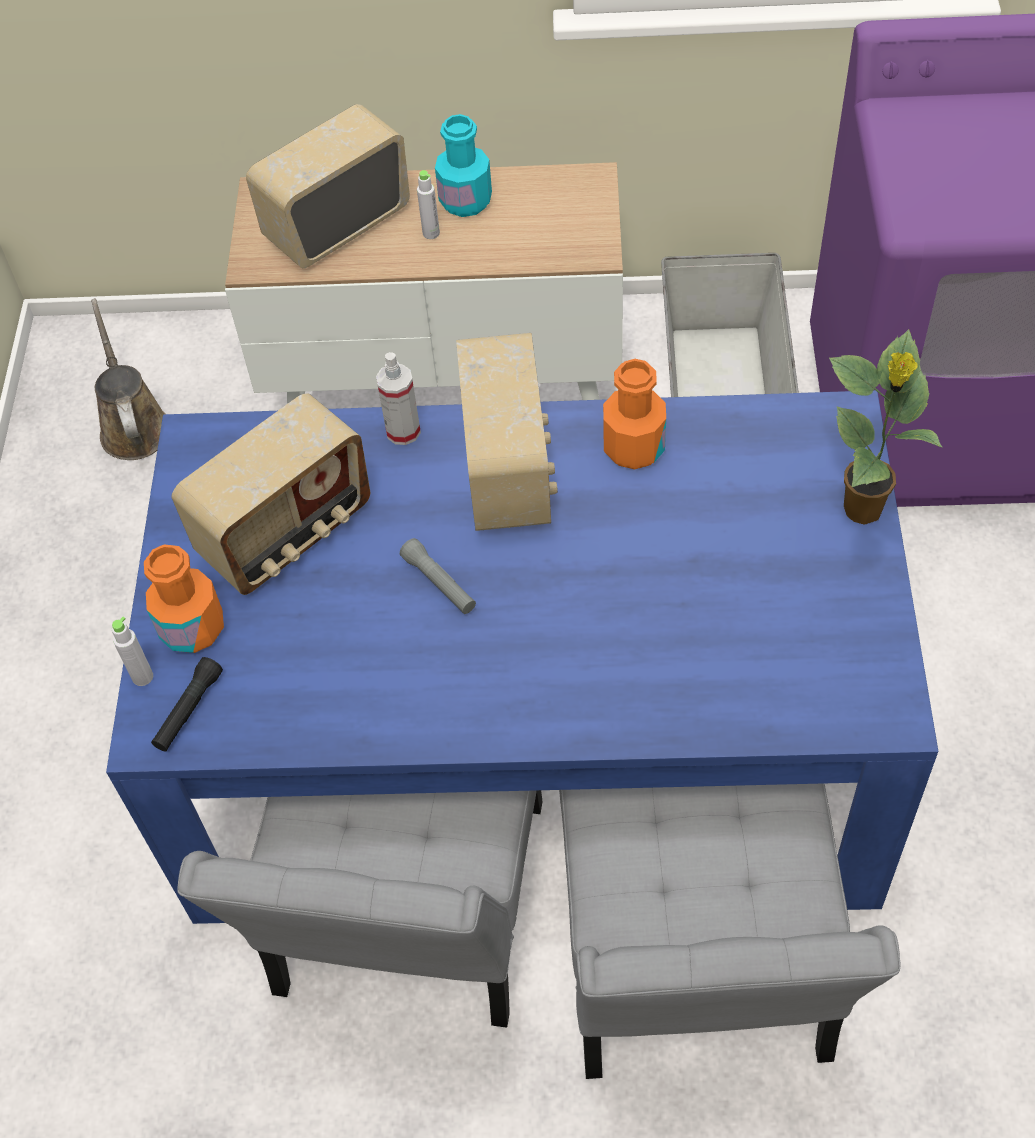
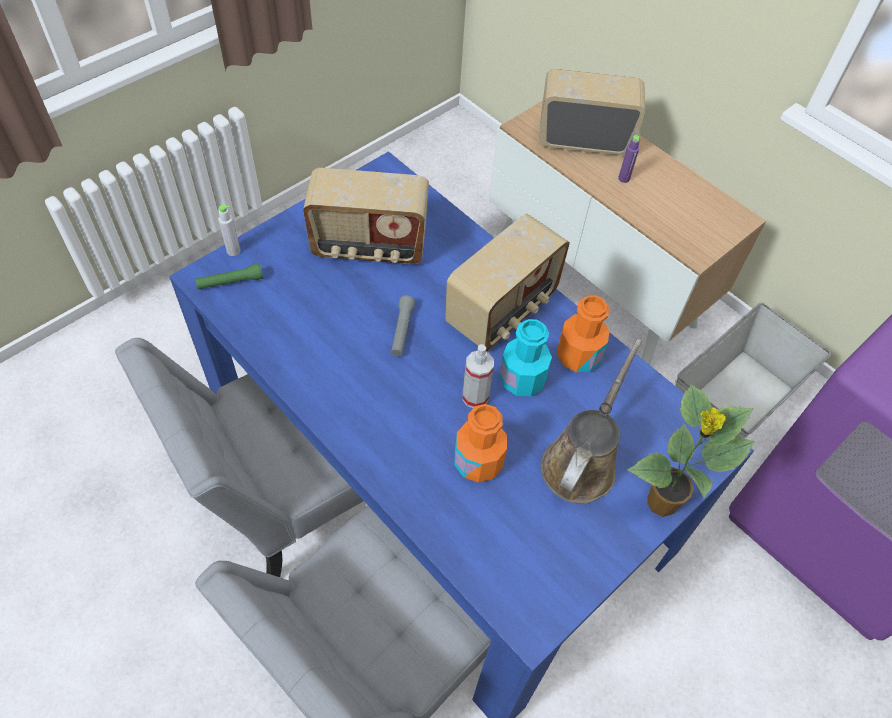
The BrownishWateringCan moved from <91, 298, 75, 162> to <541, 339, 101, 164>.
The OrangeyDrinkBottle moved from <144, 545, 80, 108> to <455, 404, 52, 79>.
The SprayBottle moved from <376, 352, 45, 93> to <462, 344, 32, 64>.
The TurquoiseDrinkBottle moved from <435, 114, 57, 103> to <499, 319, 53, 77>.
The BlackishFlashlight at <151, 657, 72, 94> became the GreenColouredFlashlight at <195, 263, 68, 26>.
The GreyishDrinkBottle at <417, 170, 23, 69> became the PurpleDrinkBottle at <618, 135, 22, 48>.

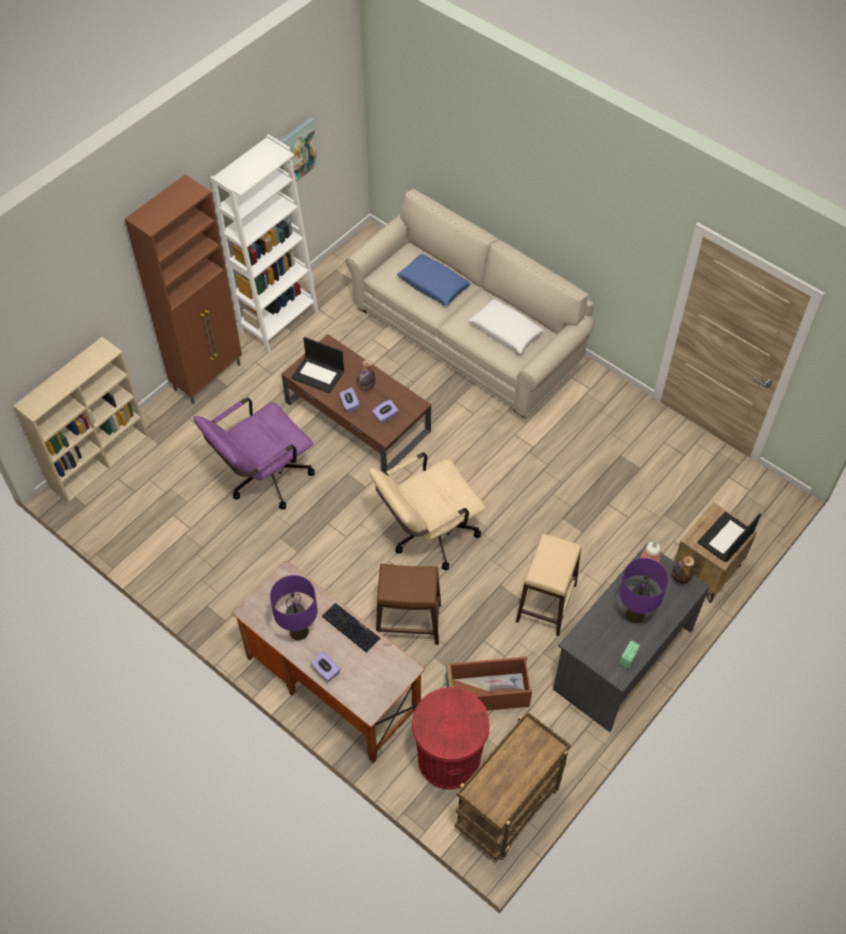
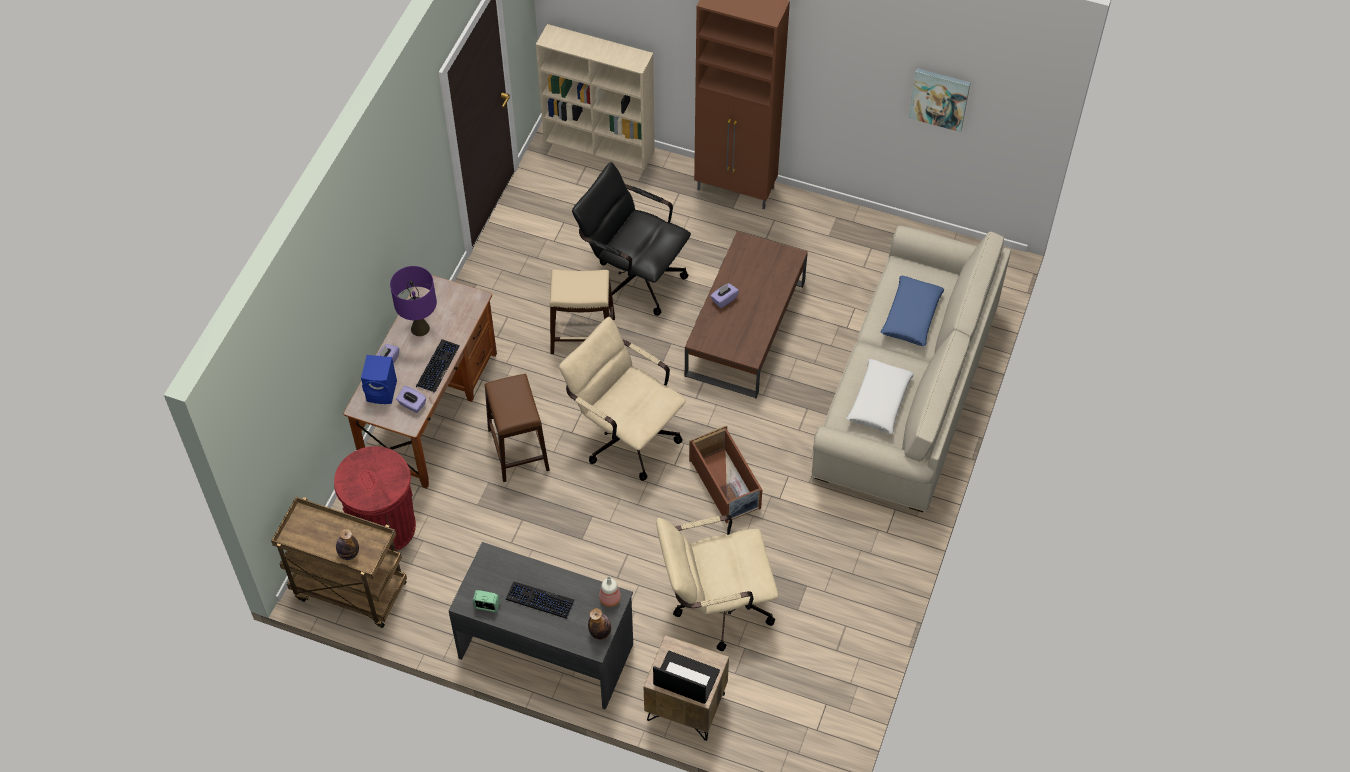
The WhitishBookcase at <210, 134, 109, 219> disappeared.
The Laptop at <291, 337, 53, 56> disappeared.
The BluishAudioSpeaker at <361, 355, 36, 49> appeared.
The BeigeDeskChair at <656, 515, 122, 136> appeared.
The DrinkBottle moved from <357, 360, 18, 31> to <336, 529, 23, 31>.
The PurpleTissueBox moved from <372, 400, 26, 24> to <396, 386, 30, 27>.
The BrownishStorageBin moved from <446, 657, 86, 54> to <689, 425, 73, 98>.
The BeigeSittingStool moved from <516, 534, 66, 102> to <550, 270, 65, 84>.
The PurpleLampForATable at <619, 558, 49, 65> was replaced by the Keyboard at <506, 582, 69, 37>.
The PurpleDeskChair at <193, 398, 122, 112> became the BlackishDeskChair at <572, 162, 119, 154>.

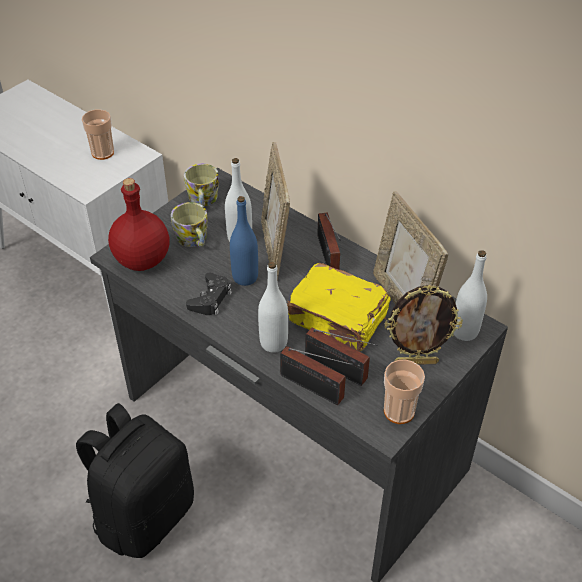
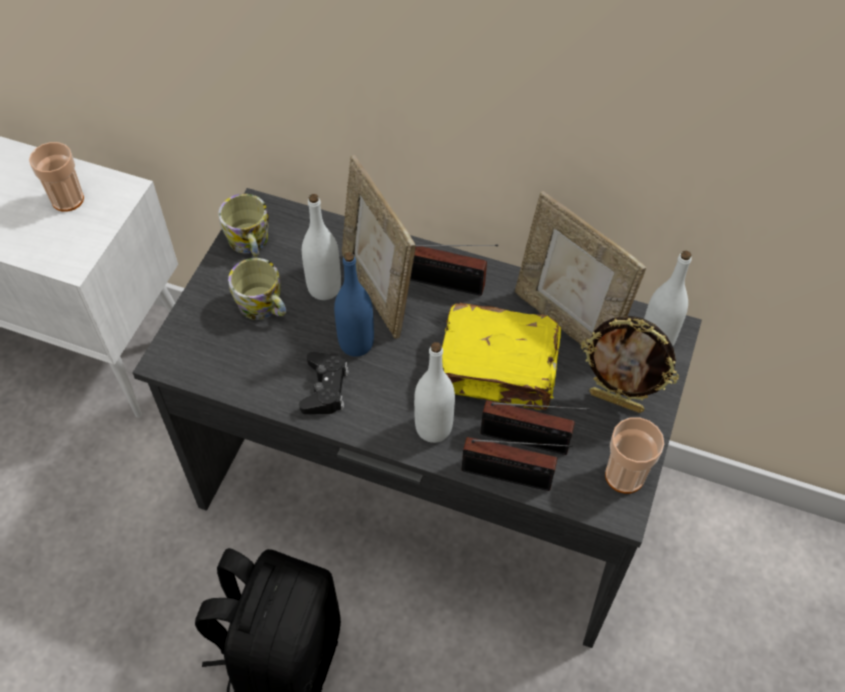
The RedColouredDrinkBottle at <108, 178, 61, 93> disappeared.
The Radio at <317, 212, 24, 57> turned 45 degrees counterclockwise.
The StandingFrame at <384, 285, 79, 80> turned 45 degrees clockwise.

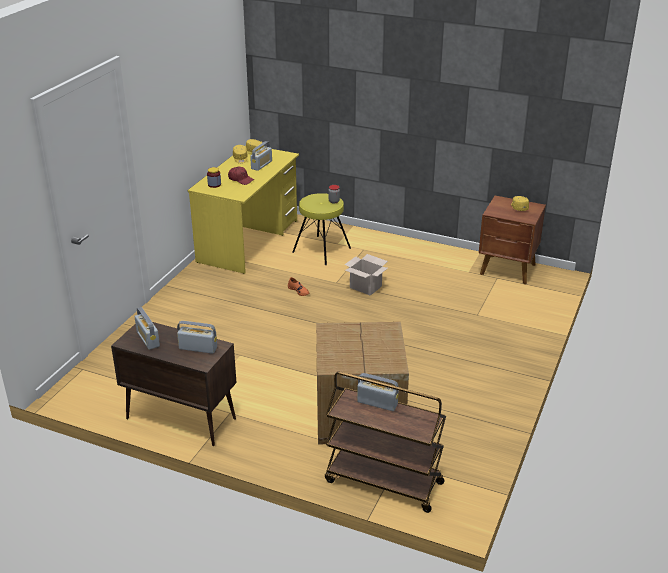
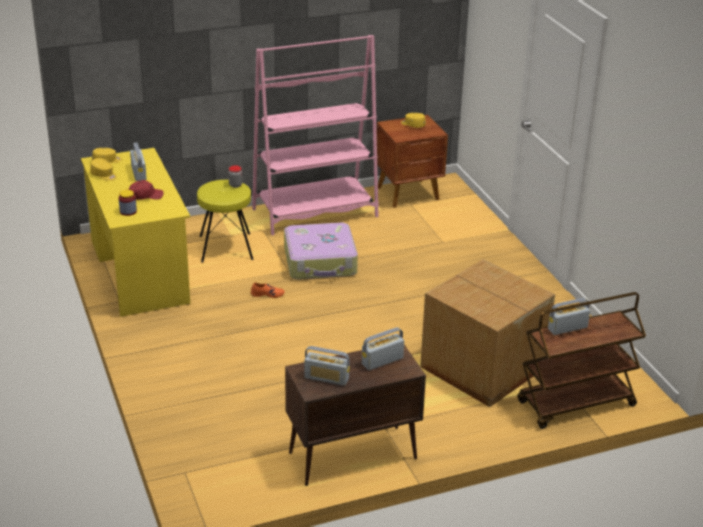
The PinkishBookcase at <252, 35, 127, 201> appeared.
The Carton at <345, 254, 43, 42> was replaced by the Suitcase at <284, 223, 74, 57>.

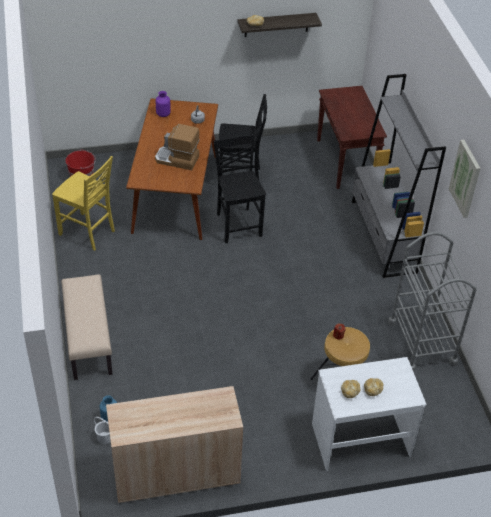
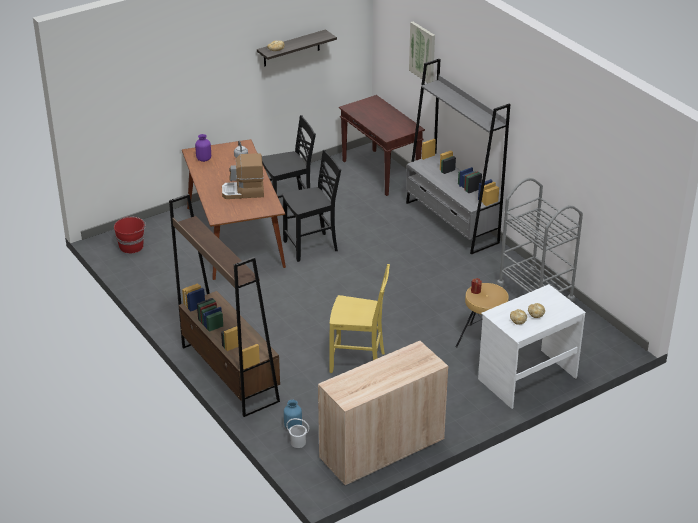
The YellowishChair moved from <52, 156, 63, 95> to <329, 264, 61, 109>.
The Picture moved from <449, 140, 31, 78> to <409, 22, 26, 61>.
The BeigeIndoorBench at <61, 274, 51, 106> was replaced by the BrownishBookcase at <169, 194, 111, 223>.
The BlackishChair at <214, 134, 52, 109> turned 105 degrees clockwise.

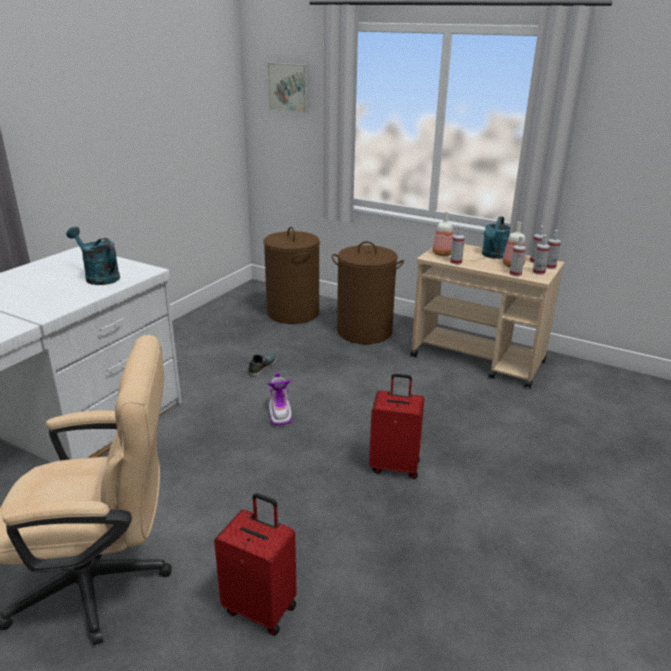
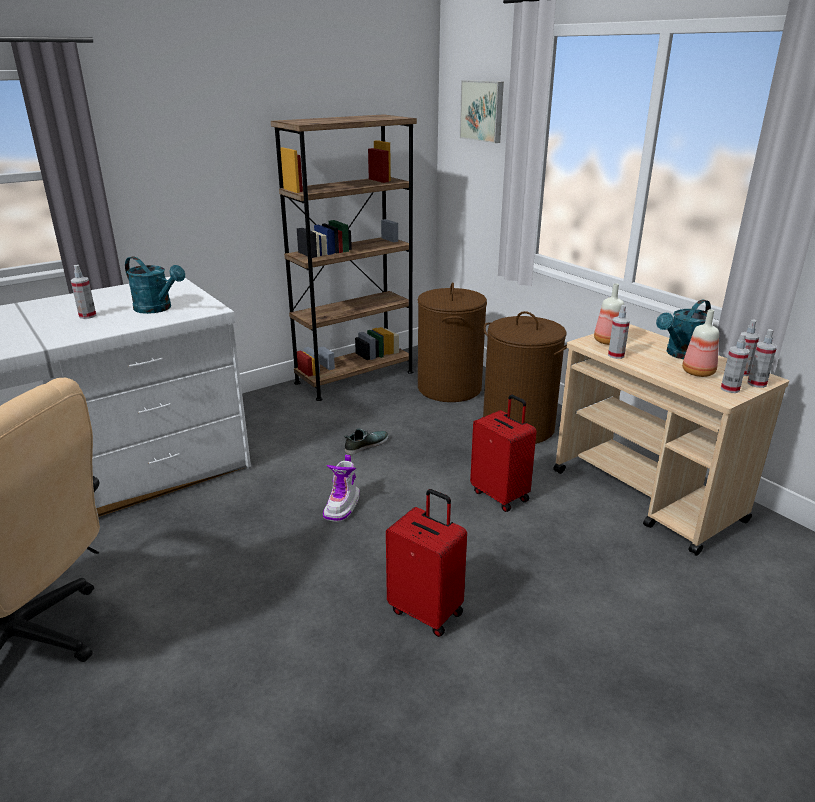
The BrownishBookcase at <271, 114, 146, 287> appeared.
The RedColouredSuitcase moved from <214, 493, 83, 143> to <470, 394, 67, 118>.
The SprayBottle moved from <509, 236, 17, 40> to <71, 265, 25, 54>.
The TurquoiseWateringCan at <66, 227, 54, 58> turned 150 degrees clockwise.

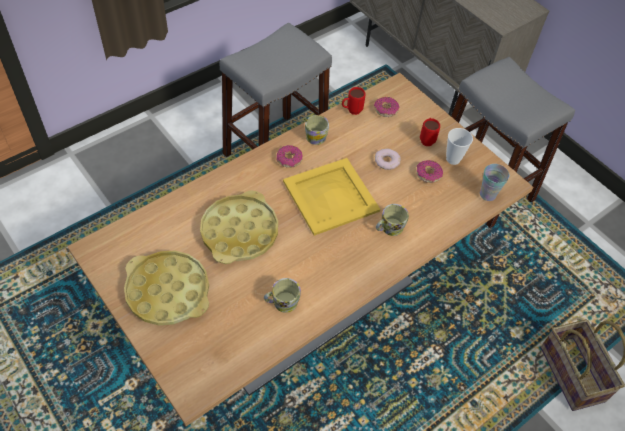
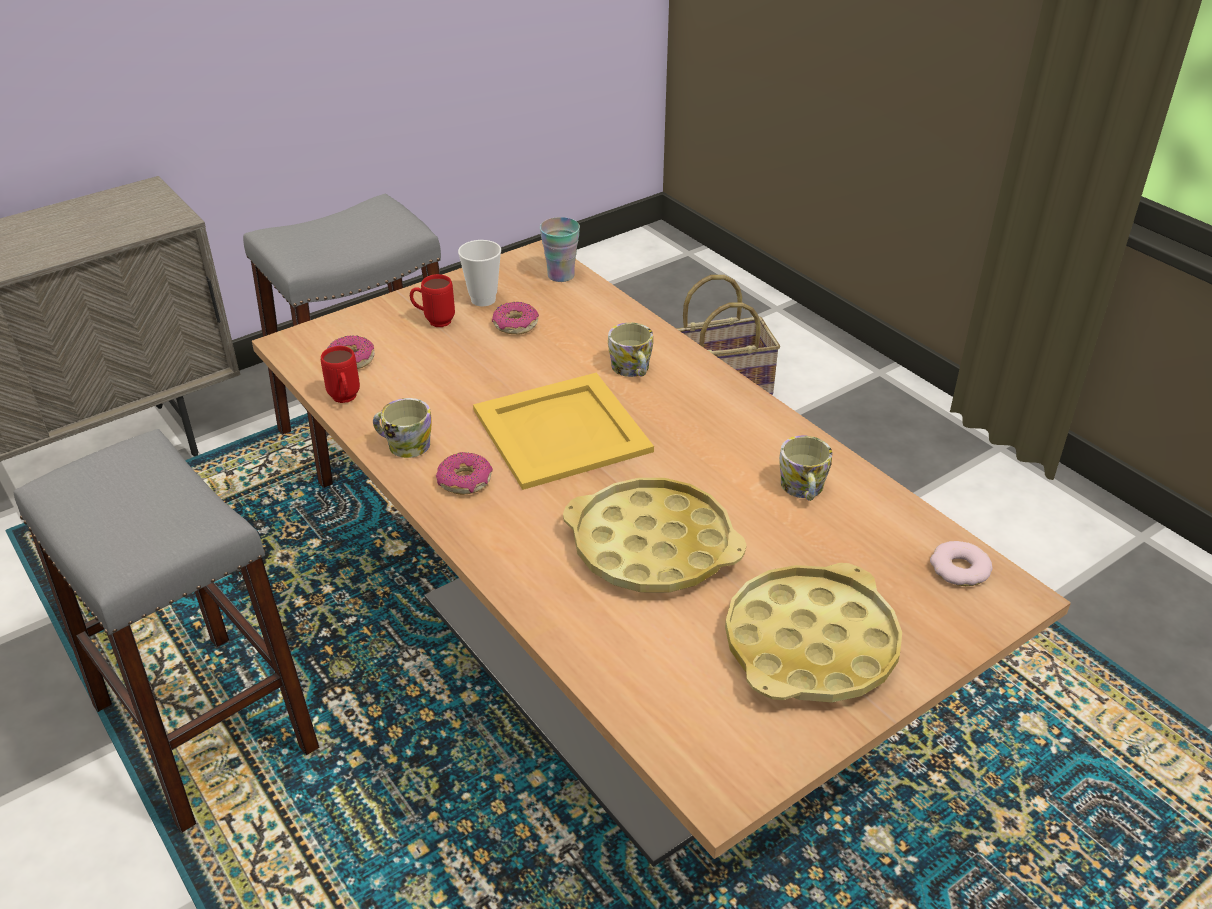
The RingDoughnut moved from <375, 149, 26, 21> to <930, 541, 63, 45>.

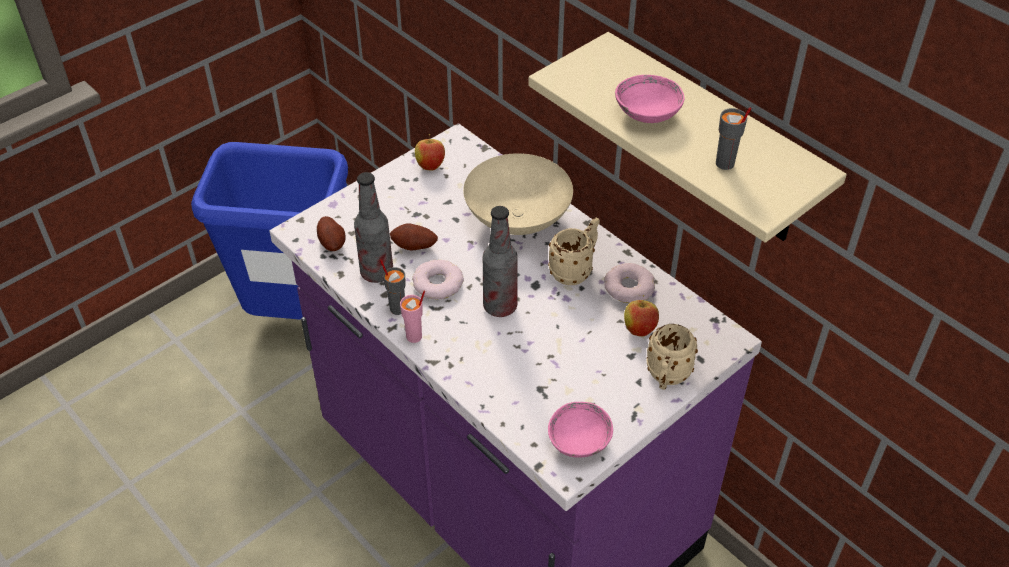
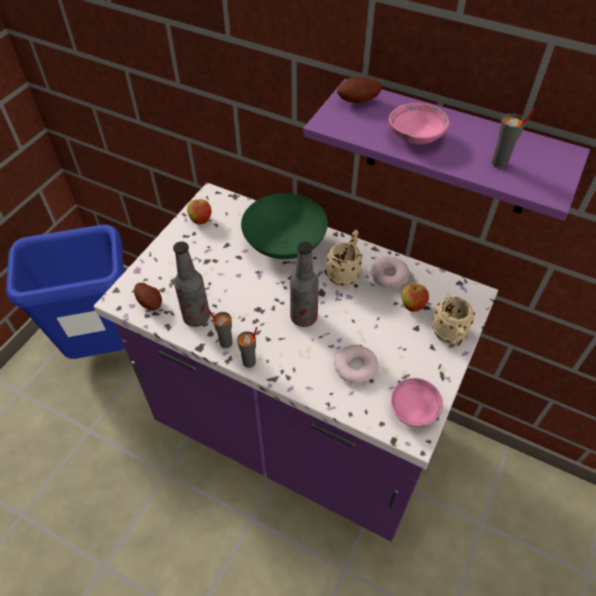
The Spud moved from <390, 223, 48, 27> to <337, 77, 46, 26>.
The RingDoughnut moved from <412, 260, 52, 39> to <334, 345, 44, 39>.
The PinkishCup at <400, 290, 25, 53> became the GreyishCup at <237, 327, 21, 41>.
The BeigeBowl at <463, 153, 110, 82> became the GreenColouredBowl at <241, 193, 87, 66>.
The BeigeShelf at <528, 32, 319, 211> became the PurpleShelf at <303, 79, 287, 142>.

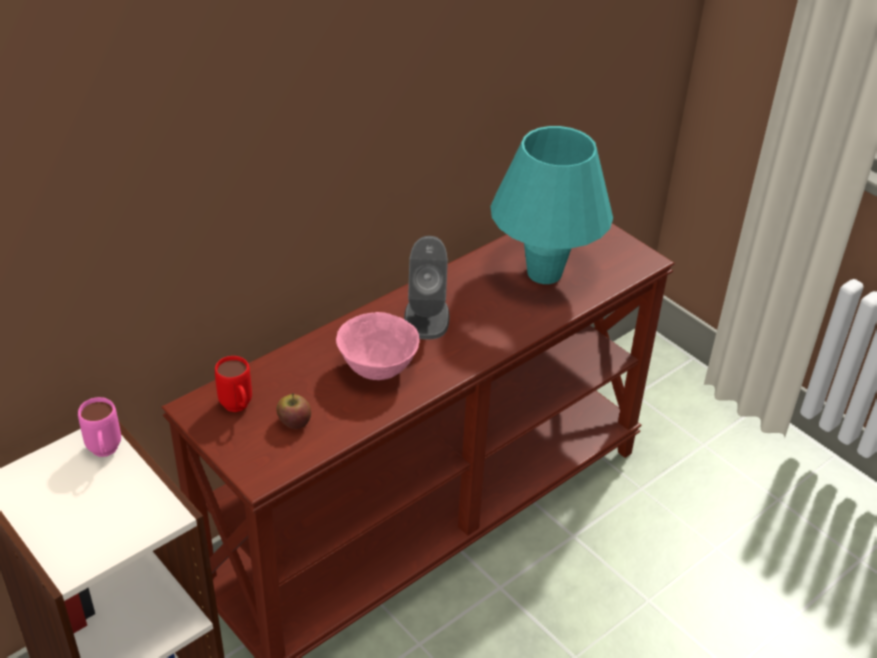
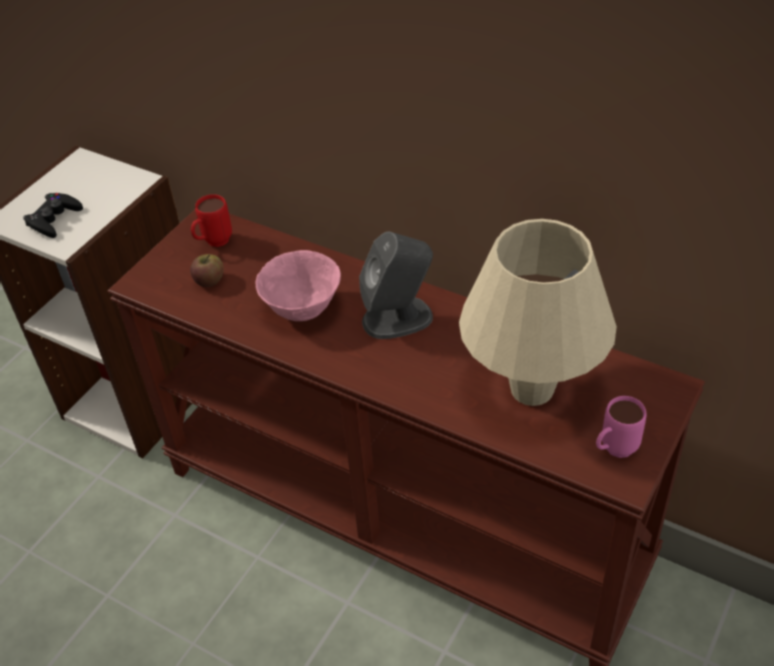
The BlackishGamepad at <23, 193, 60, 45> appeared.
The PinkishMug moved from <78, 397, 43, 60> to <596, 396, 50, 62>.
The TurquoiseLampForATable at <490, 126, 123, 158> became the BeigeLampForATable at <459, 219, 158, 187>.

